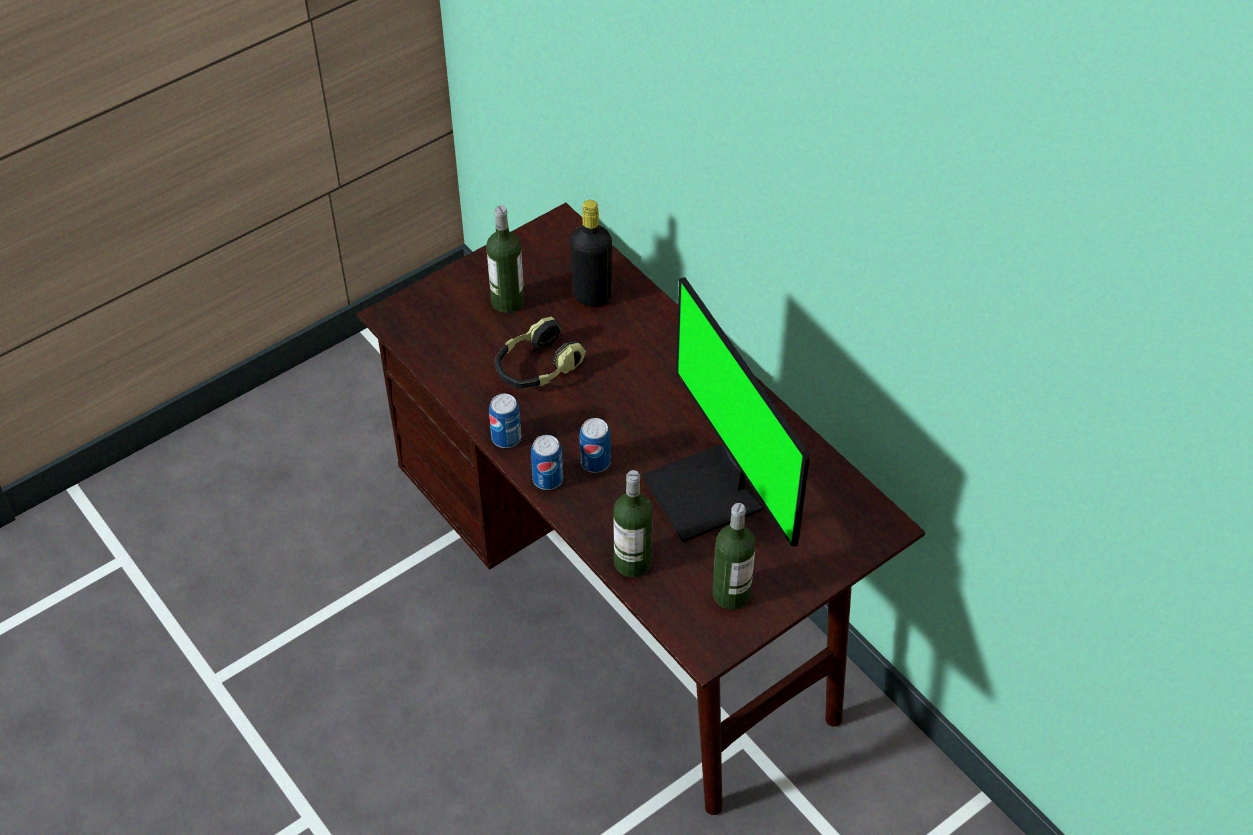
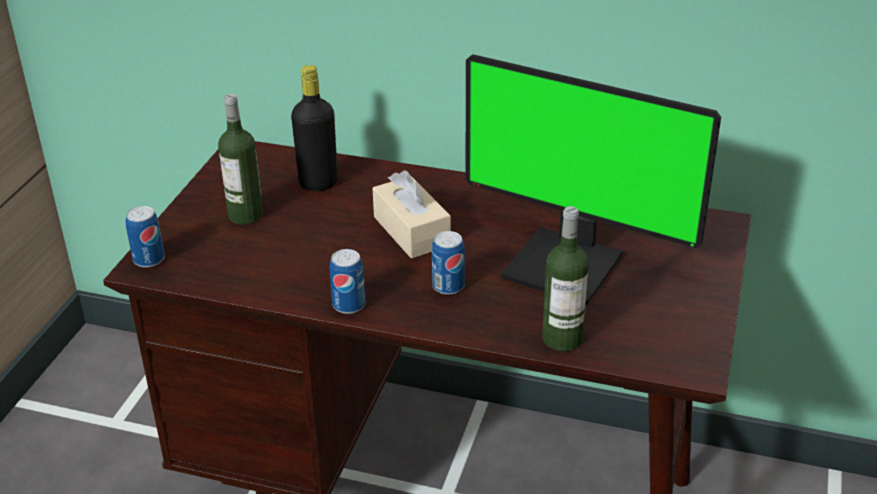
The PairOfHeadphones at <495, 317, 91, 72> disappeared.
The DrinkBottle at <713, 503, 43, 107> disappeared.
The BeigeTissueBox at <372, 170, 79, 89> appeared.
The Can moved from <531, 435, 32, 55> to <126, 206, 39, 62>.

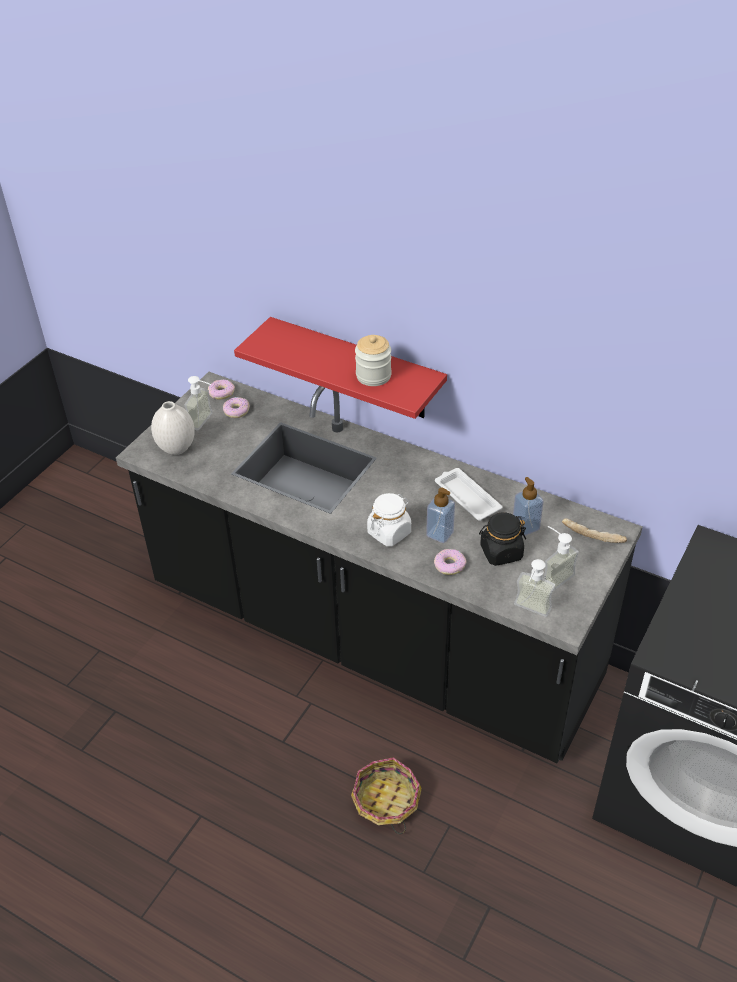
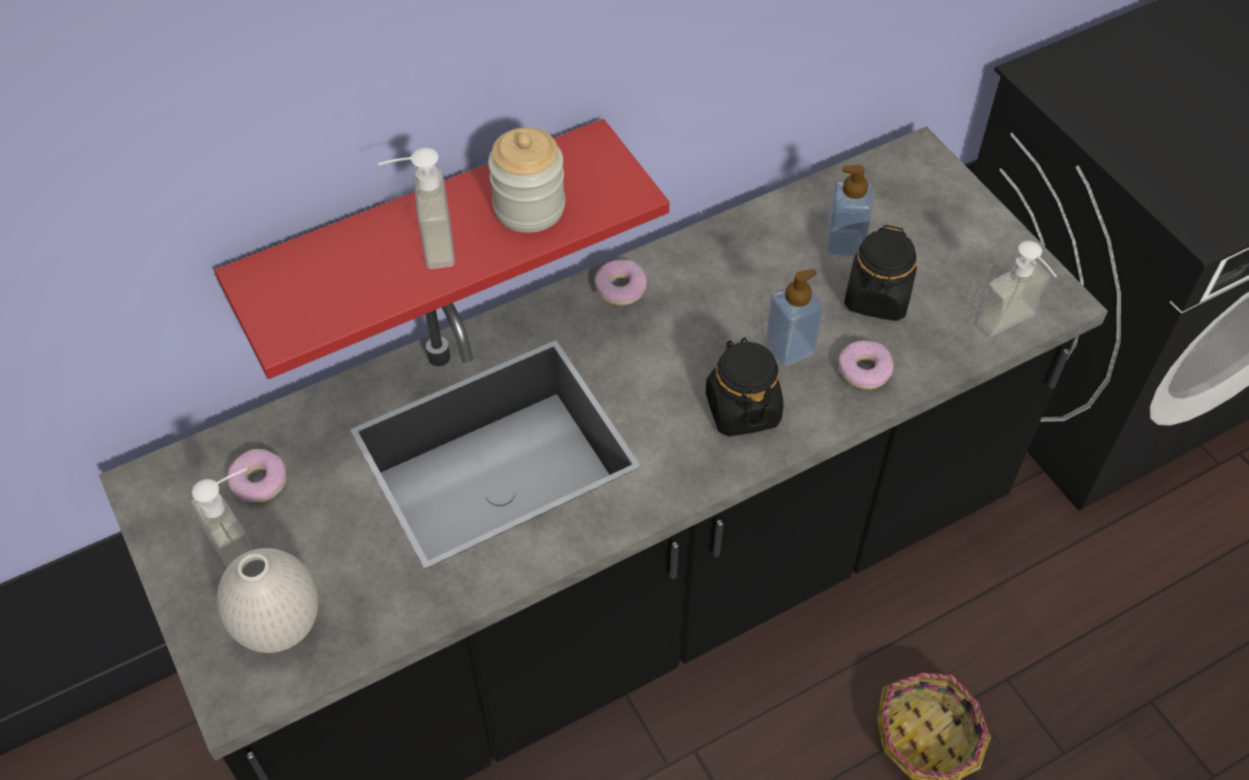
The WhitishCarryingTray at <435, 468, 68, 53> disappeared.
The BakeryBread at <562, 518, 65, 25> disappeared.
The RingDoughnut moved from <208, 380, 27, 19> to <594, 260, 53, 46>.
The LiquidSoapBottle moved from <544, 526, 35, 65> to <378, 148, 77, 121>.
The WhitishStorageJar at <367, 493, 44, 53> became the BlackishStorageJar at <706, 338, 77, 99>.

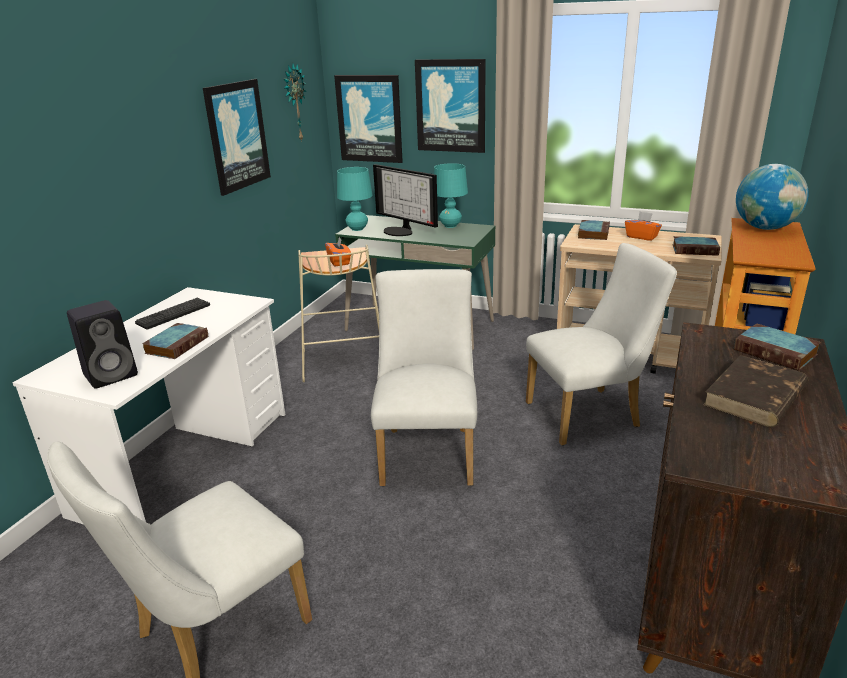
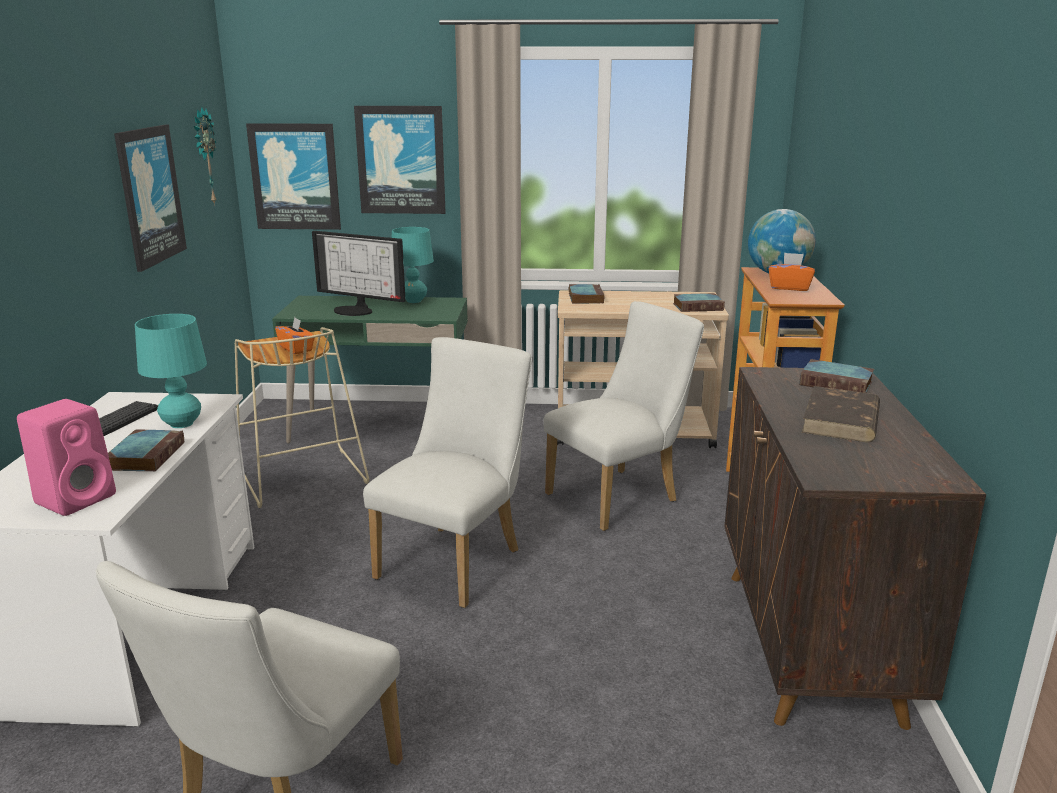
The TurquoiseLampForATable moved from <337, 167, 36, 64> to <135, 314, 72, 114>.
The OrangeyTissueBox moved from <625, 212, 37, 29> to <769, 253, 46, 38>.
The BlackishAudioSpeaker at <67, 300, 71, 89> became the PinkishAudioSpeaker at <17, 399, 99, 117>.
The WhitishChair at <371, 269, 106, 217> turned 45 degrees clockwise.

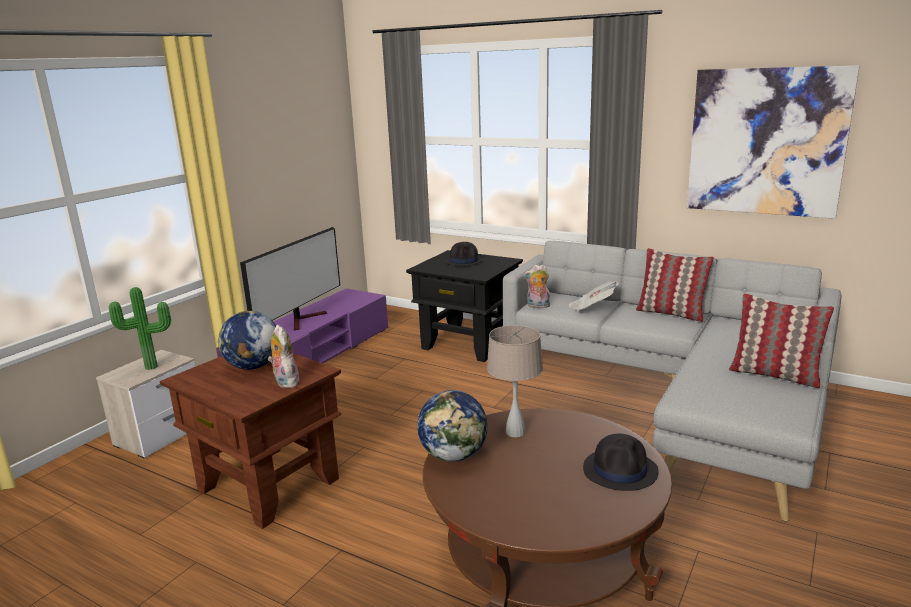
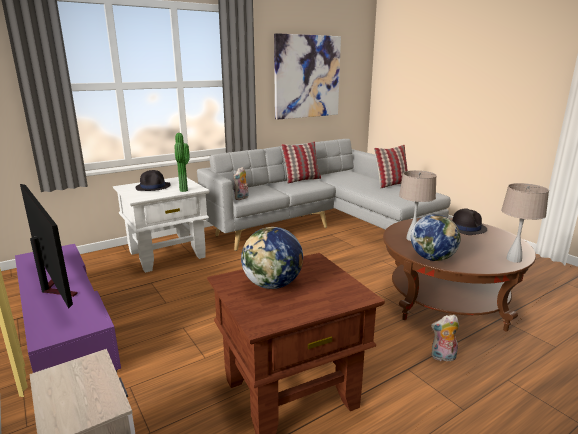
The DailyPaper at <568, 281, 51, 30> disappeared.
The BeigeLampForATable at <501, 183, 48, 80> appeared.
The PottedPlant moved from <109, 287, 62, 83> to <174, 133, 16, 59>.
The CuddlyToy moved from <268, 325, 32, 63> to <431, 315, 28, 46>.
The BlackishAccentTable at <406, 250, 117, 112> became the WhitishAccentTable at <113, 177, 96, 96>.

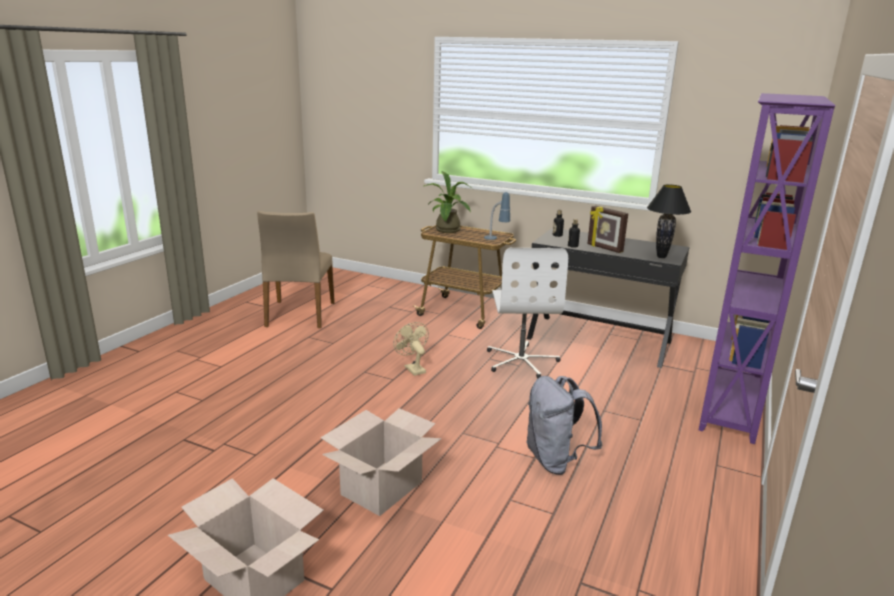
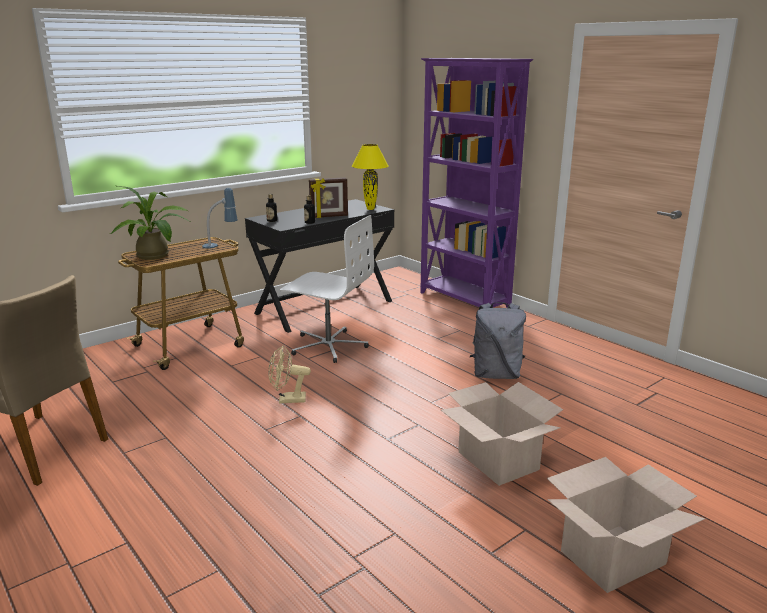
The BlackishLampForATable at <647, 184, 44, 74> became the YellowishLampForATable at <352, 144, 37, 66>.

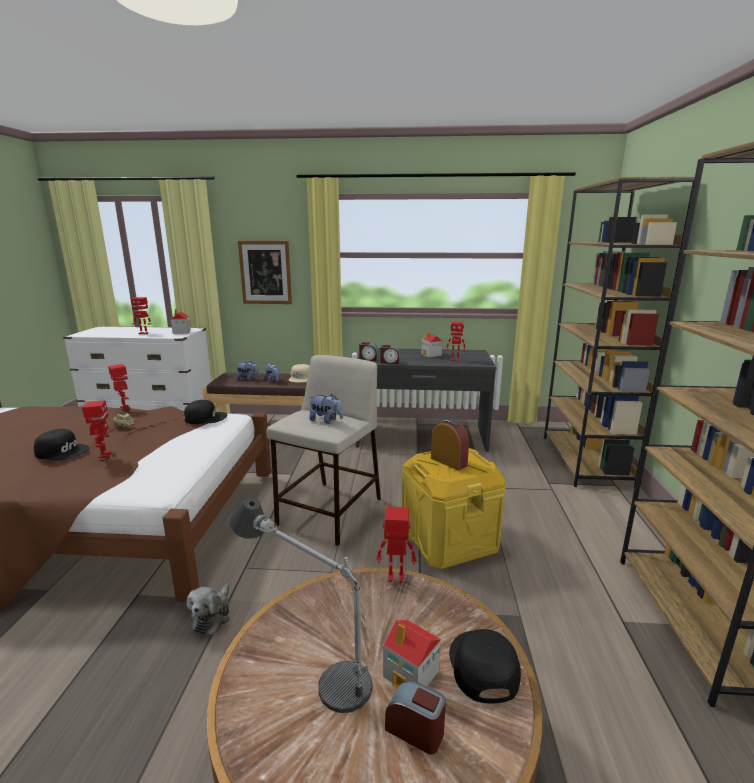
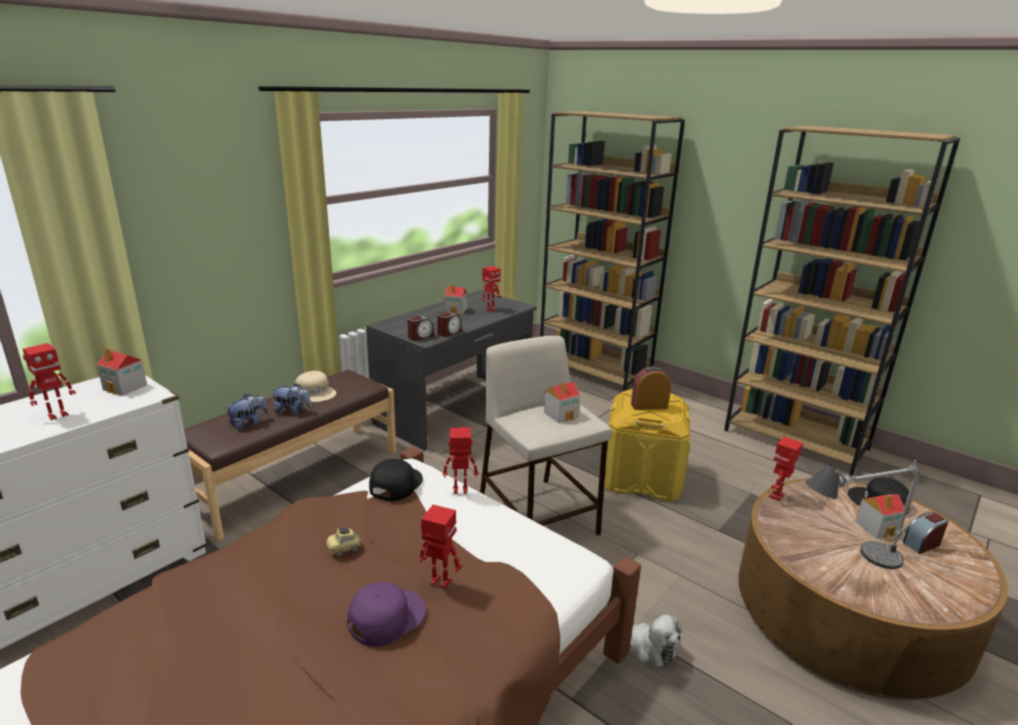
The Picture at <238, 241, 54, 63> disappeared.
The RobotFigure moved from <108, 364, 22, 46> to <443, 427, 35, 67>.
The CuddlyToy at <309, 393, 34, 31> was replaced by the ModelHouse at <544, 381, 36, 42>.
The BlackishBaseballCap at <34, 429, 55, 31> became the PurpleBaseballCap at <347, 581, 79, 66>.

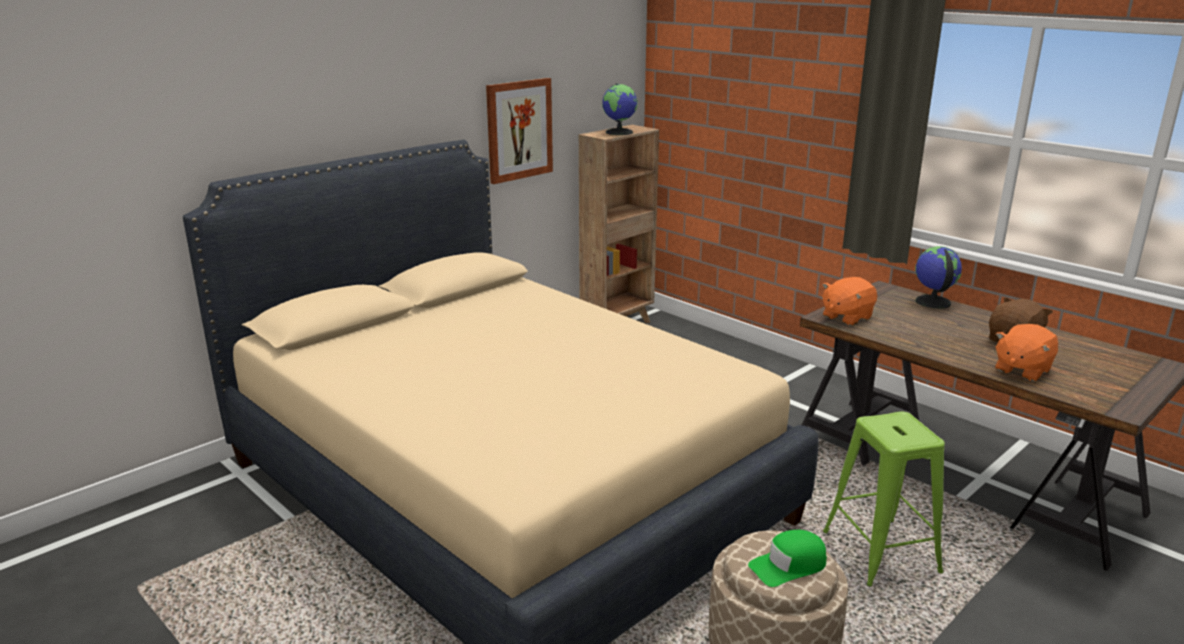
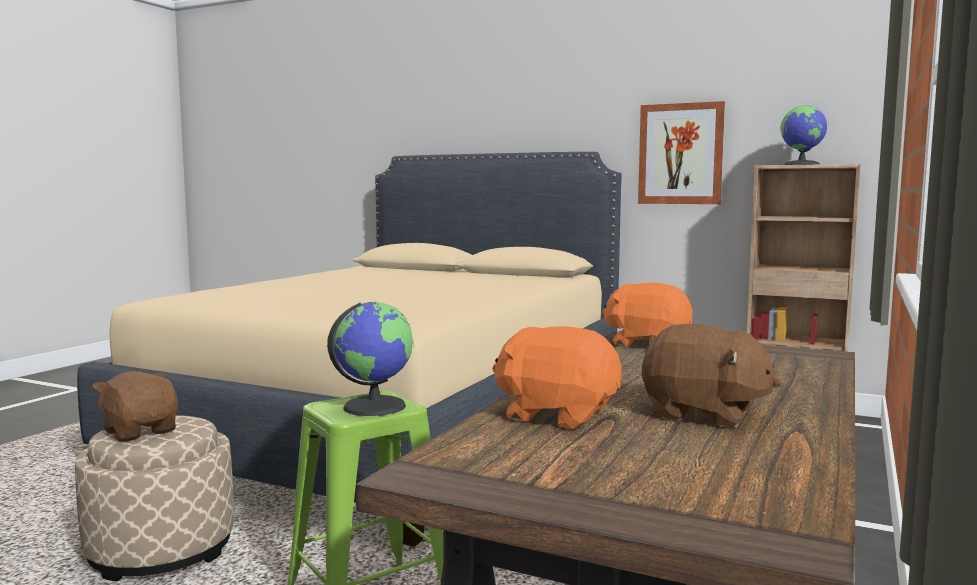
The DeskGlobe moved from <915, 246, 47, 63> to <327, 302, 87, 114>.
The GreenColouredBaseballCap at <748, 530, 79, 57> was replaced by the BrownishCuddlyToy at <92, 371, 86, 71>.

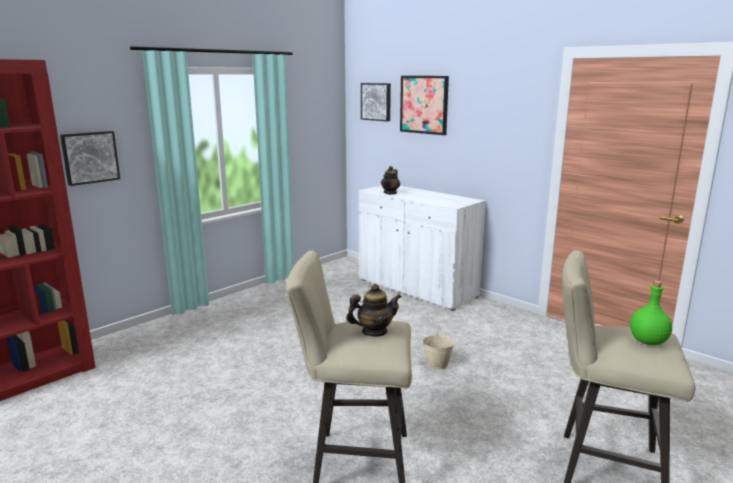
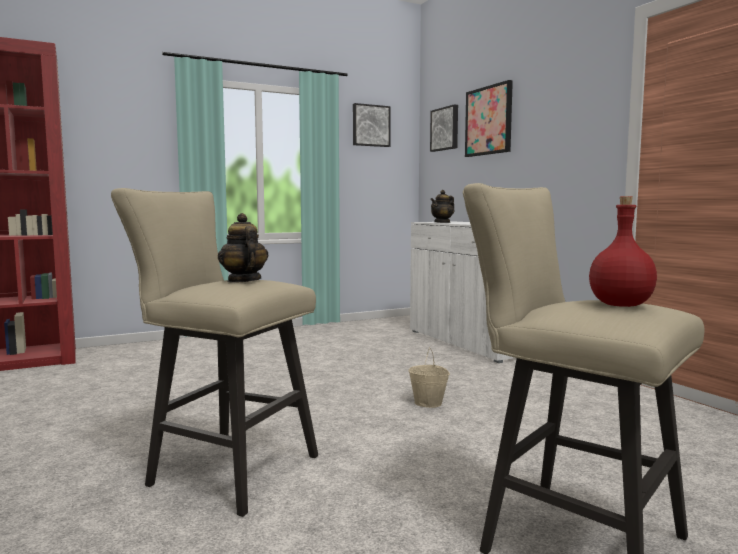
The Picture moved from <60, 131, 60, 55> to <353, 103, 38, 44>.
The GreenColouredDrinkBottle at <630, 281, 42, 64> became the RedColouredDrinkBottle at <589, 196, 68, 111>.
The TeaPot at <347, 284, 55, 53> turned 120 degrees counterclockwise.

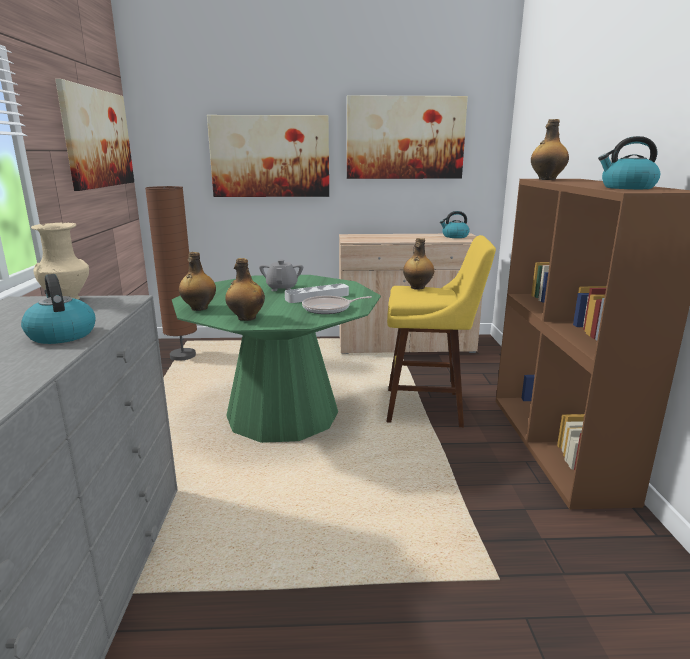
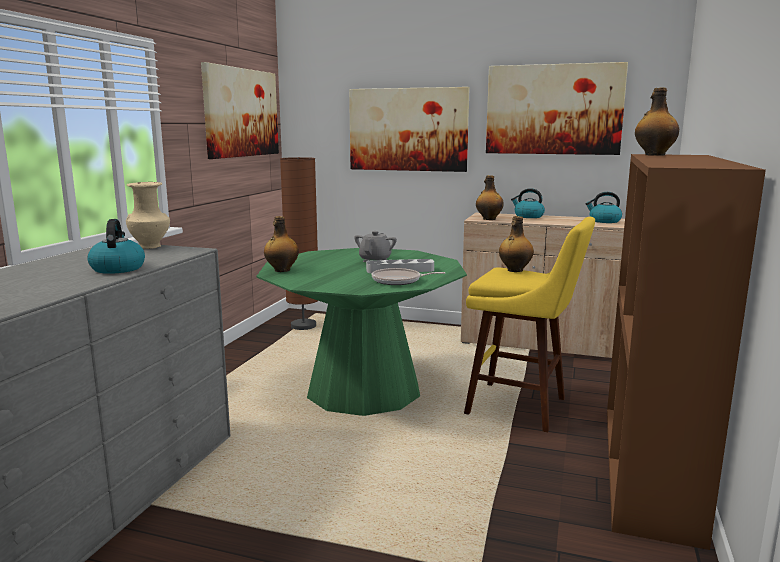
The DrinkBottle moved from <225, 258, 40, 63> to <476, 175, 28, 45>.
The TeaKettle moved from <598, 136, 62, 53> to <511, 188, 34, 30>.

